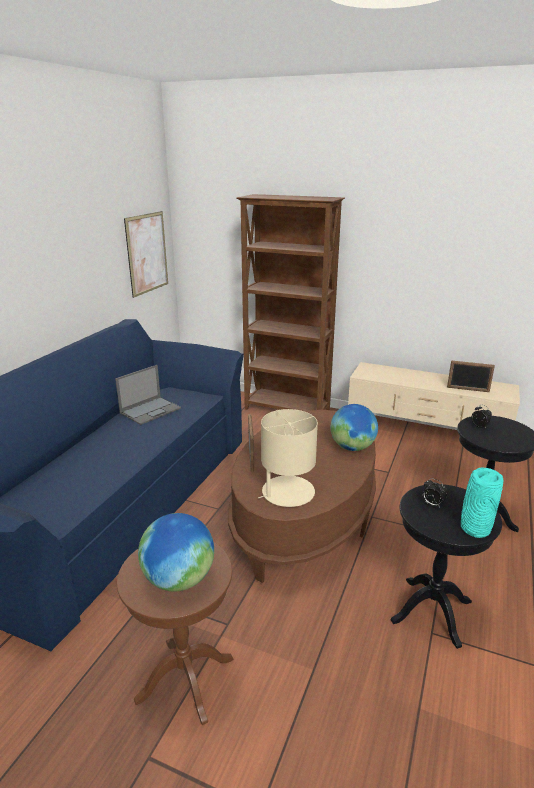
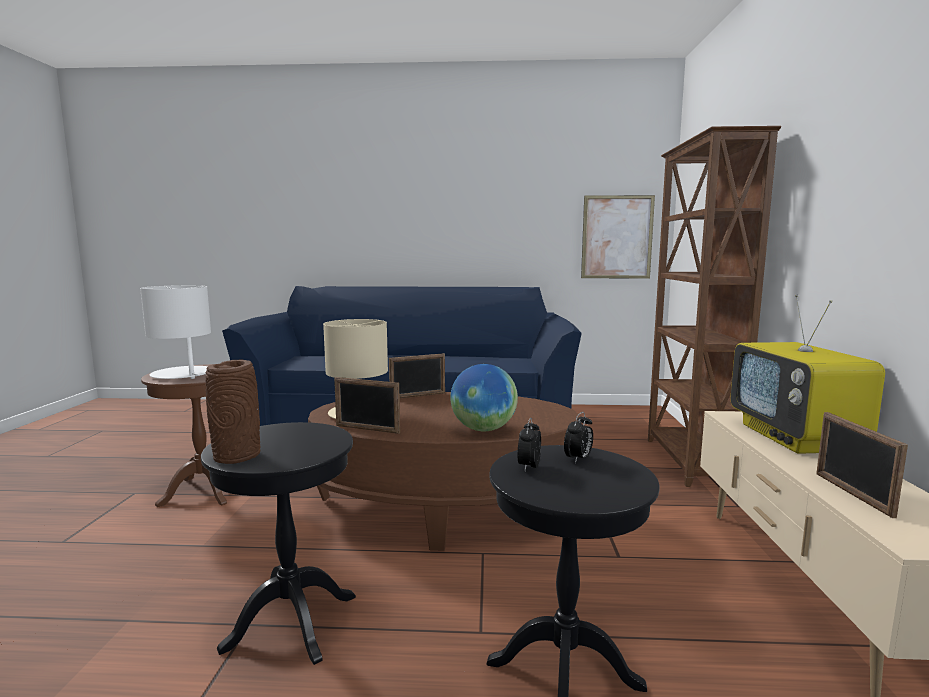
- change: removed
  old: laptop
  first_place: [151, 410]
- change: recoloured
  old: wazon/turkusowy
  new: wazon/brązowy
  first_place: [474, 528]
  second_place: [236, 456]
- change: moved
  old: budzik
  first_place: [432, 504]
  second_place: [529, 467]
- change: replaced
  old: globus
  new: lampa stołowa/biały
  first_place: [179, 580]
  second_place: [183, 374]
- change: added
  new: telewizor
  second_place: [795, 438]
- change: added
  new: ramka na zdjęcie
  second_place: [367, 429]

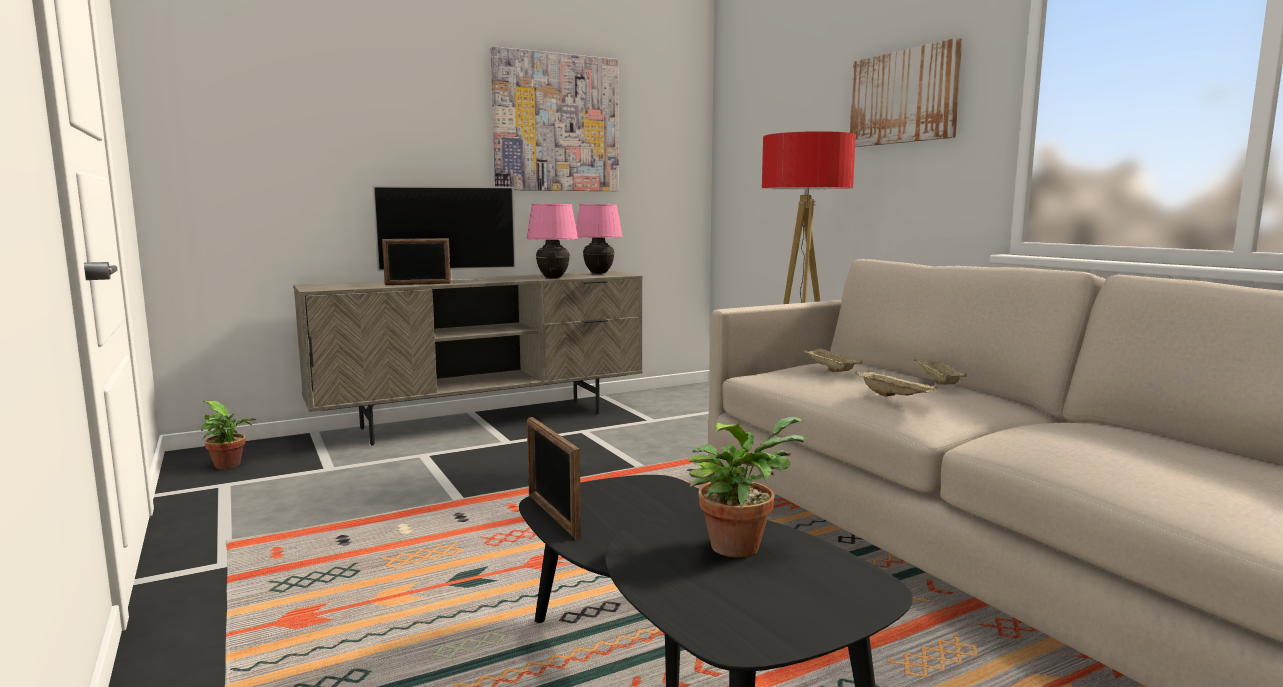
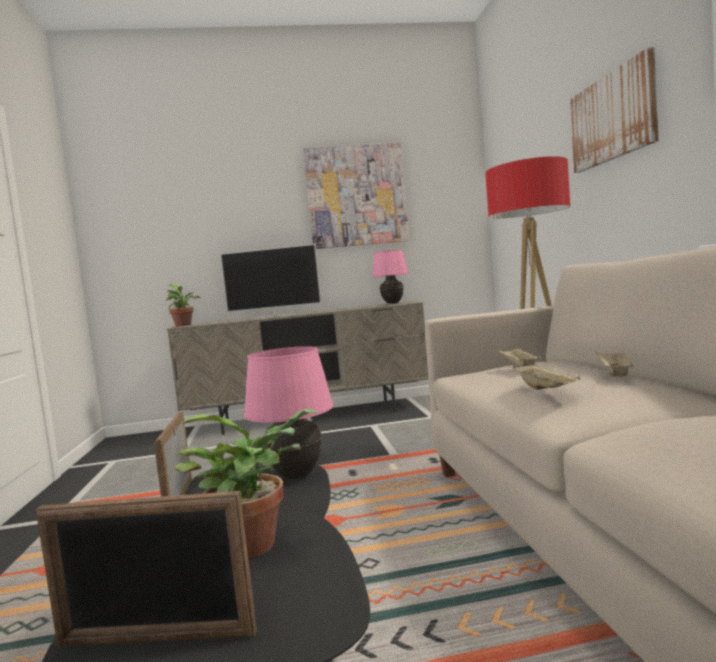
- change: moved
  old: lampa stołowa/różowy
  first_place: [553, 278]
  second_place: [297, 475]
- change: moved
  old: ramka na zdjęcie
  first_place: [418, 284]
  second_place: [156, 639]
- change: moved
  old: roślina doniczkowa
  first_place: [230, 465]
  second_place: [184, 325]

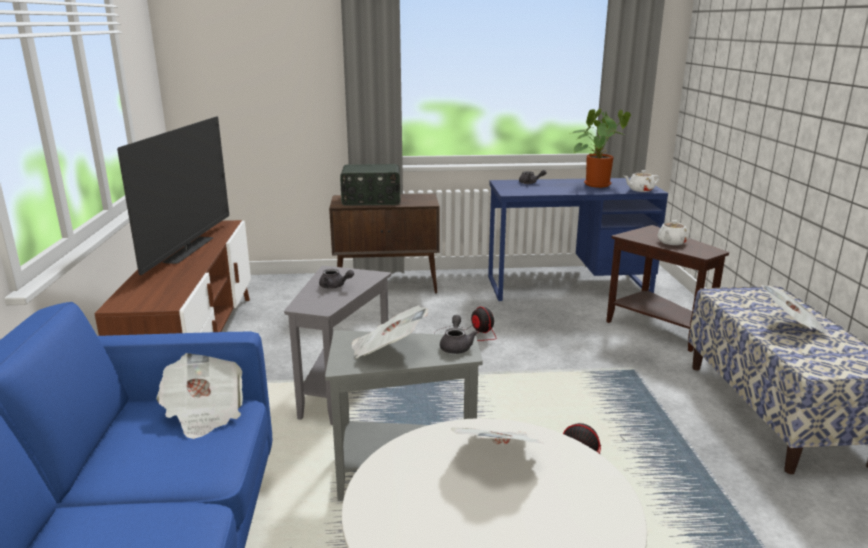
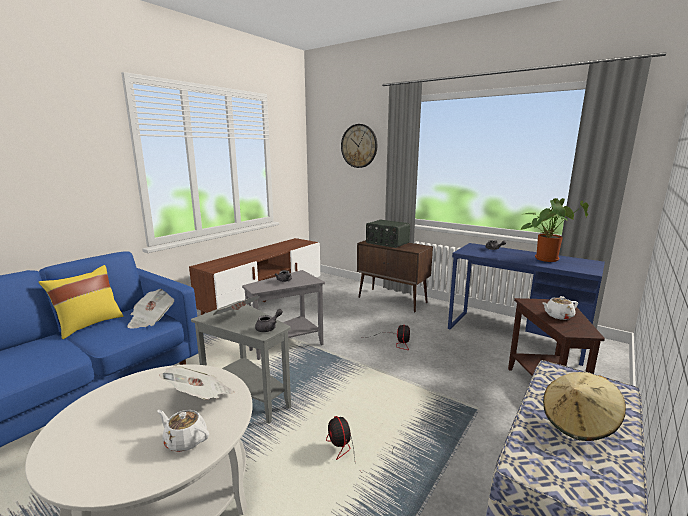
- change: removed
  old: telewizor
  first_place: [189, 250]
- change: moved
  old: imbryk/biały
  first_place: [640, 190]
  second_place: [185, 440]
- change: replaced
  old: gazeta
  new: kapelusz/beżowy
  first_place: [792, 326]
  second_place: [578, 423]
- change: added
  new: zegar ścienny
  second_place: [359, 146]
- change: added
  new: poduszka/żółty
  second_place: [89, 325]

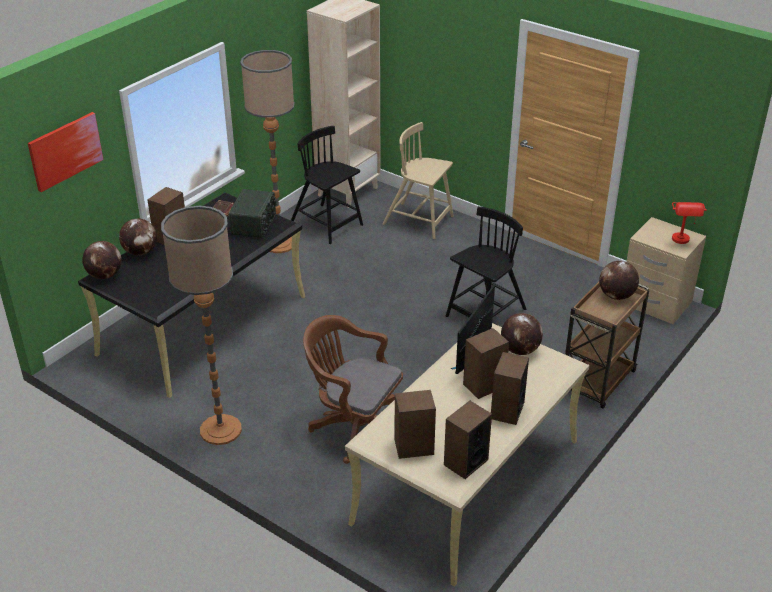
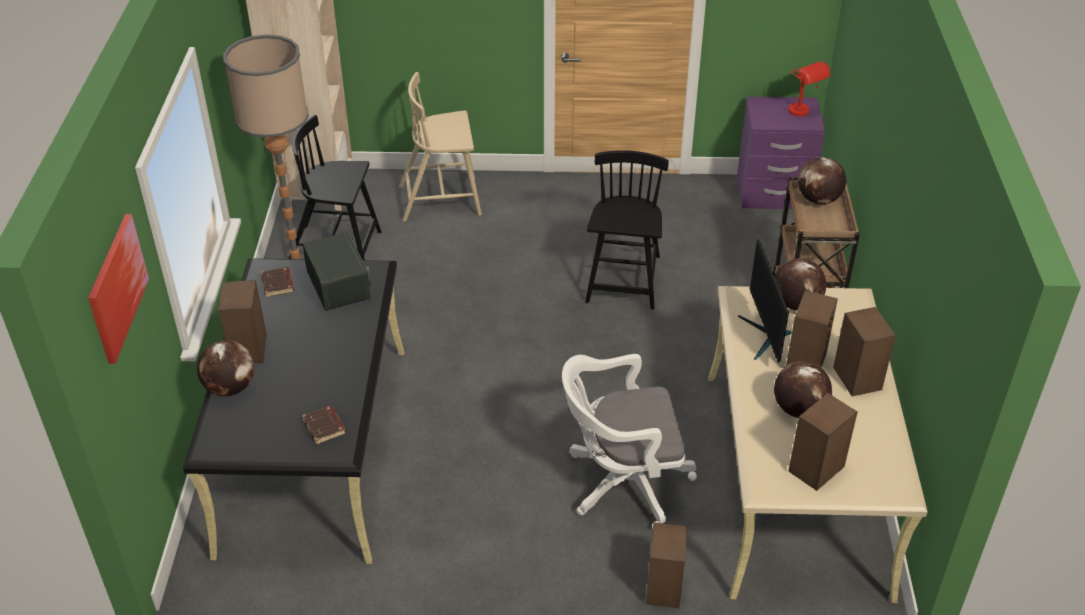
- change: removed
  old: lampa stojąca
  first_place: [220, 430]
- change: recoloured
  old: szafka nocna/beżowy
  new: szafka nocna/fioletowy
  first_place: [655, 303]
  second_place: [773, 193]
- change: moved
  old: globus
  first_place: [105, 275]
  second_place: [798, 409]
- change: recoloured
  old: krzesło biurowe/brązowy
  new: krzesło biurowe/biały
  first_place: [354, 427]
  second_place: [621, 483]
- change: moved
  old: głośnik
  first_place: [465, 462]
  second_place: [663, 588]
- change: added
  new: książka/brązowy
  second_place: [325, 427]

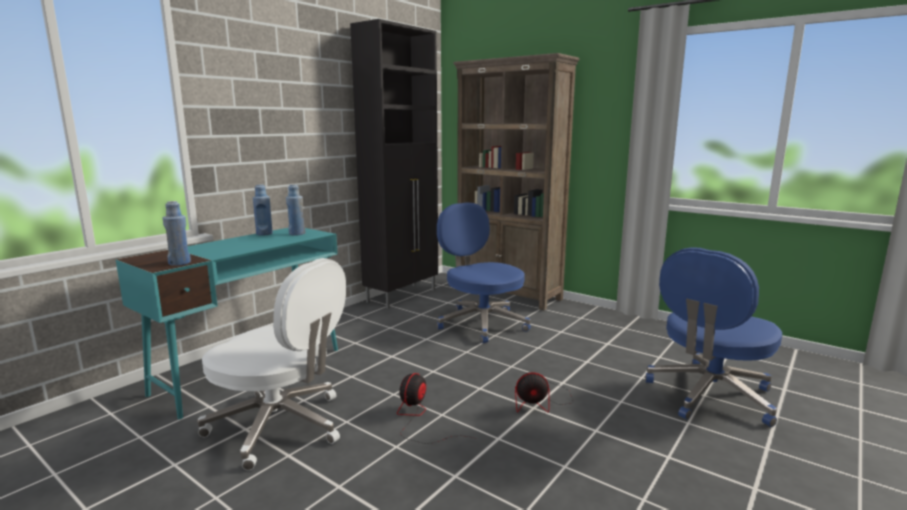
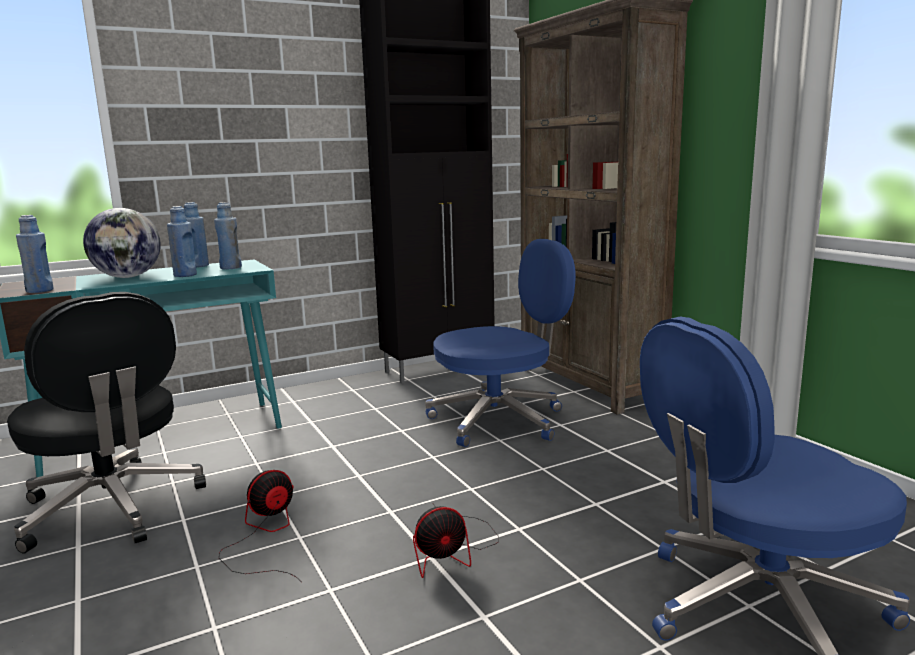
- change: turned
  old: krzesło biurowe/niebieski
  first_place: [481, 323]
  second_place: [500, 420]
  degrees: 75
- change: recoloured
  old: krzesło biurowe/biały
  new: krzesło biurowe/czarny
  first_place: [280, 426]
  second_place: [113, 508]
- change: turned
  old: wentylator
  first_place: [541, 401]
  second_place: [452, 550]
  degrees: -45
- change: added
  new: butelka/niebieski
  second_place: [185, 275]
- change: added
  new: globus
  second_place: [128, 277]

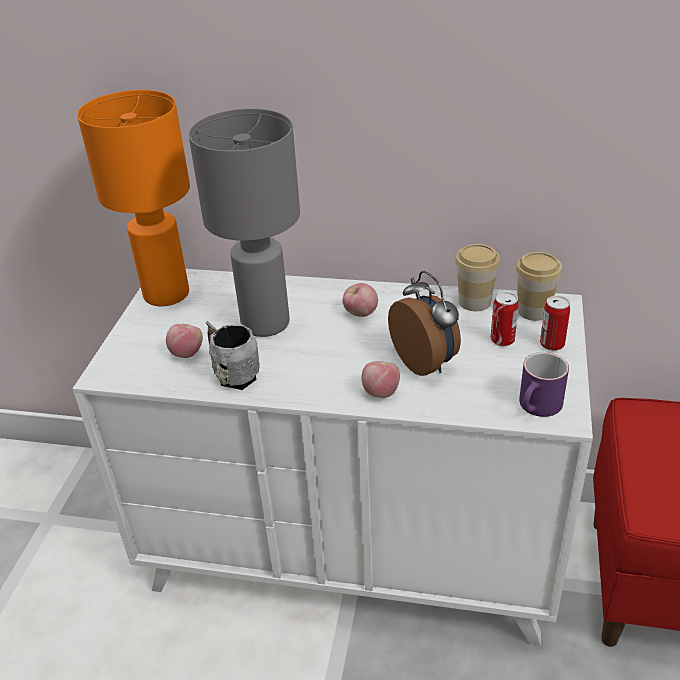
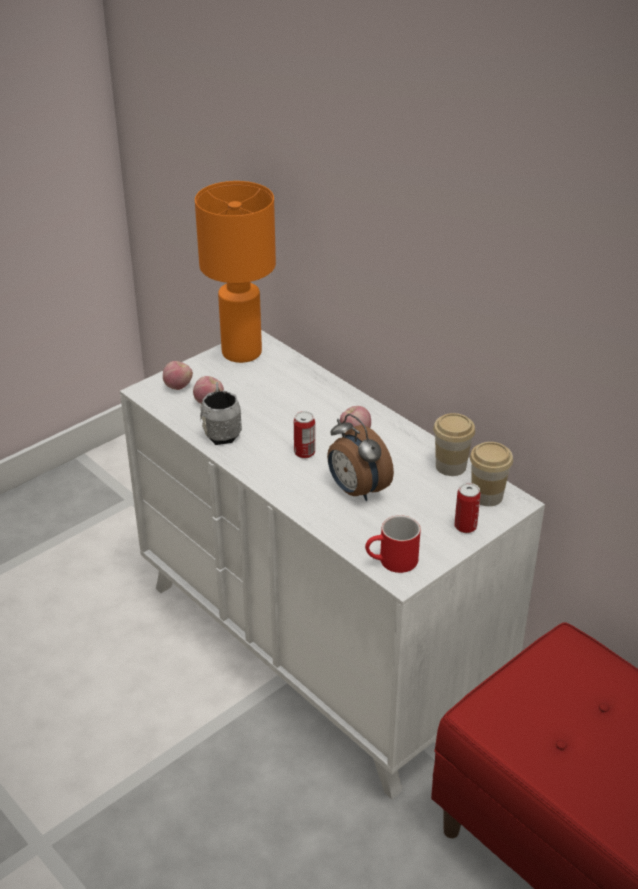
- change: removed
  old: lampa stołowa/szary
  first_place: [264, 322]
- change: turned
  old: budzik
  first_place: [426, 362]
  second_place: [356, 490]
  degrees: 135
- change: moved
  old: puszka
  first_place: [502, 340]
  second_place: [304, 452]
- change: recoloured
  old: kubek/fioletowy
  new: kubek/czerwony
  first_place: [538, 408]
  second_place: [392, 562]
- change: moved
  old: jabłko
  first_place: [381, 392]
  second_place: [178, 386]

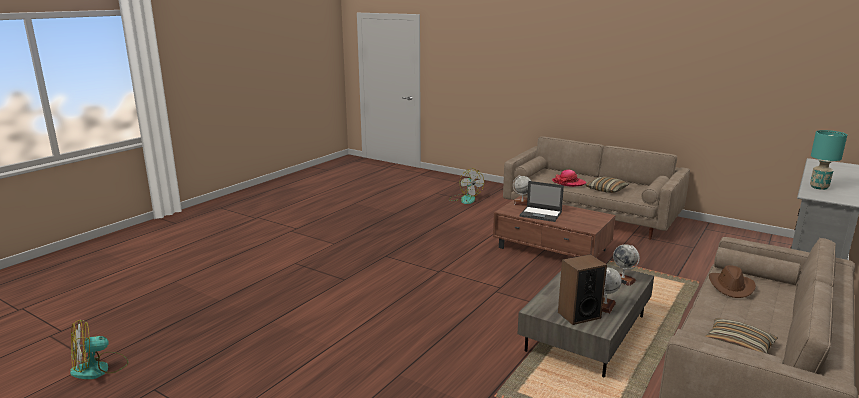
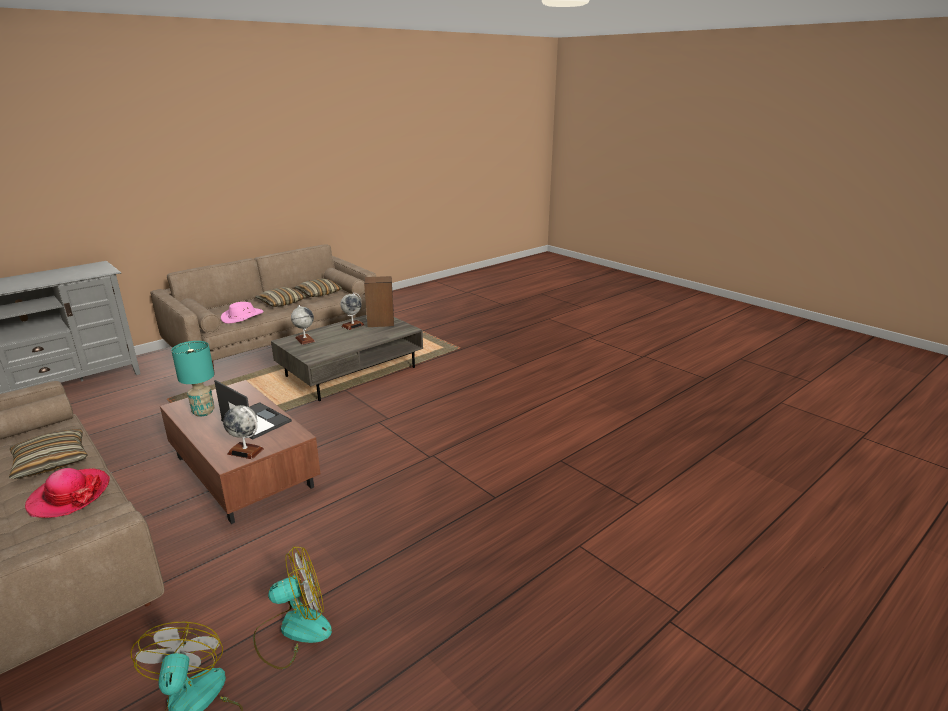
- change: moved
  old: lampa stołowa/turkusowy
  first_place: [819, 187]
  second_place: [203, 412]
- change: recoloured
  old: kapelusz/brązowy
  new: kapelusz/różowy
  first_place: [731, 286]
  second_place: [242, 317]
- change: moved
  old: wentylator
  first_place: [99, 368]
  second_place: [293, 630]
- change: added
  new: poduszka
  second_place: [281, 303]

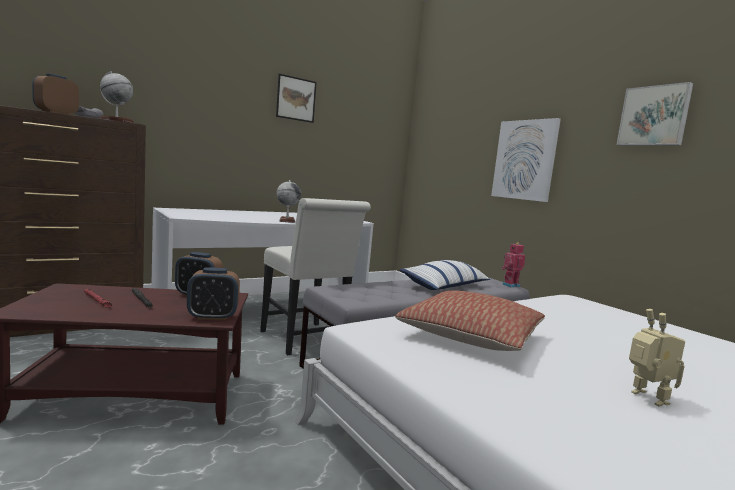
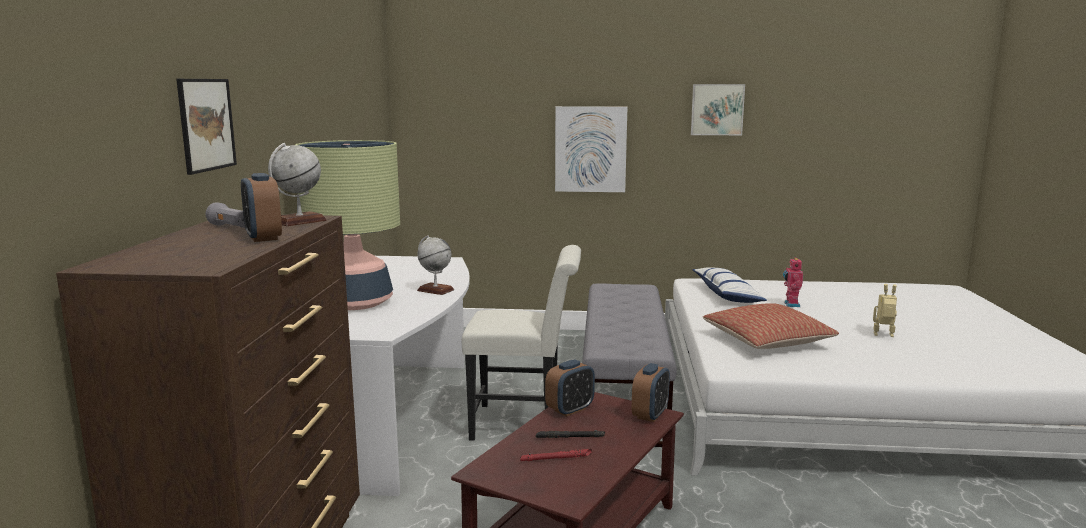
- change: moved
  old: obraz
  first_place: [296, 99]
  second_place: [206, 124]
- change: moved
  old: robot zabawkowy
  first_place: [510, 285]
  second_place: [790, 304]
- change: moved
  old: poduszka
  first_place: [445, 285]
  second_place: [727, 295]
- change: added
  new: lampa stołowa
  second_place: [356, 302]

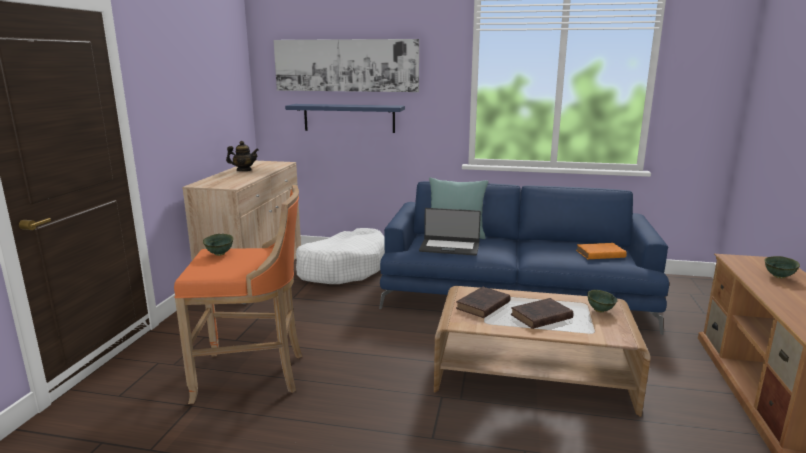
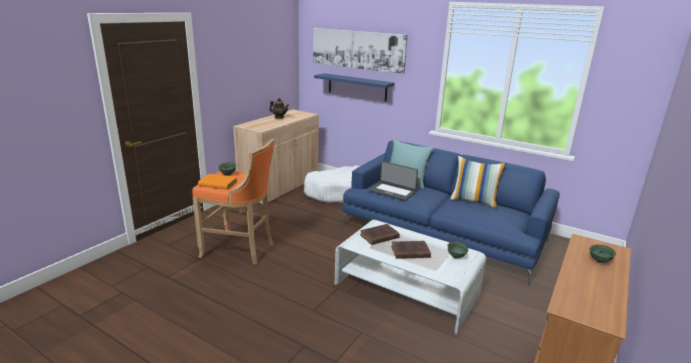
- change: moved
  old: książka/pomarańczowy
  first_place: [599, 254]
  second_place: [217, 184]
- change: recoloured
  old: ława/brązowy
  new: ława/biały
  first_place: [532, 374]
  second_place: [406, 289]
- change: added
  new: poduszka
  second_place: [474, 201]

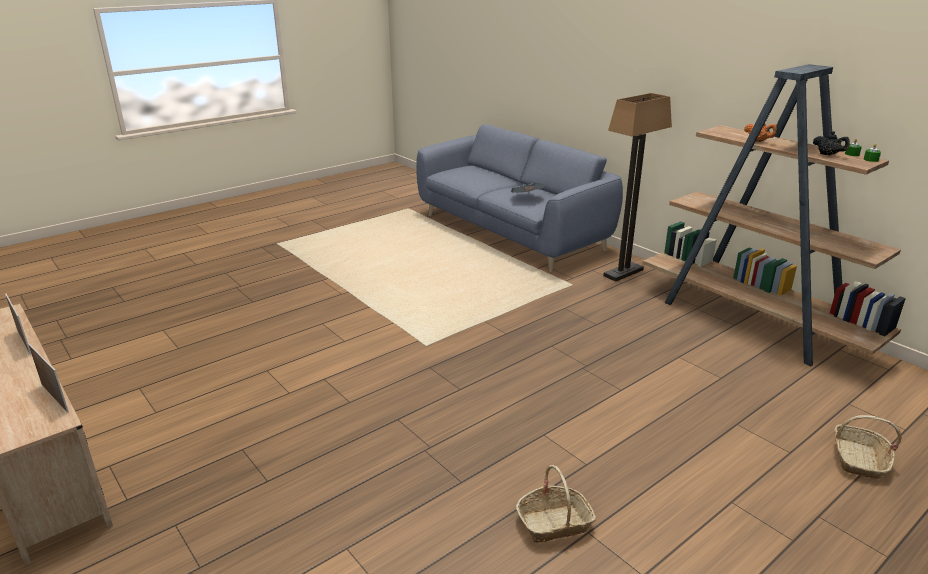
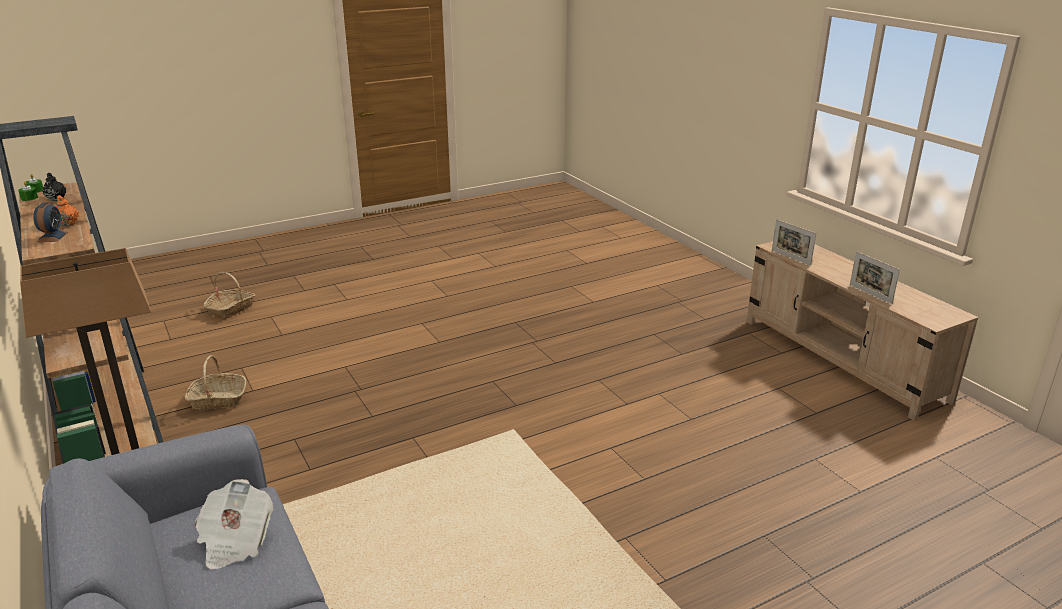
- change: moved
  old: koszyk
  first_place: [554, 523]
  second_place: [218, 400]
- change: added
  new: budzik
  second_place: [52, 237]

